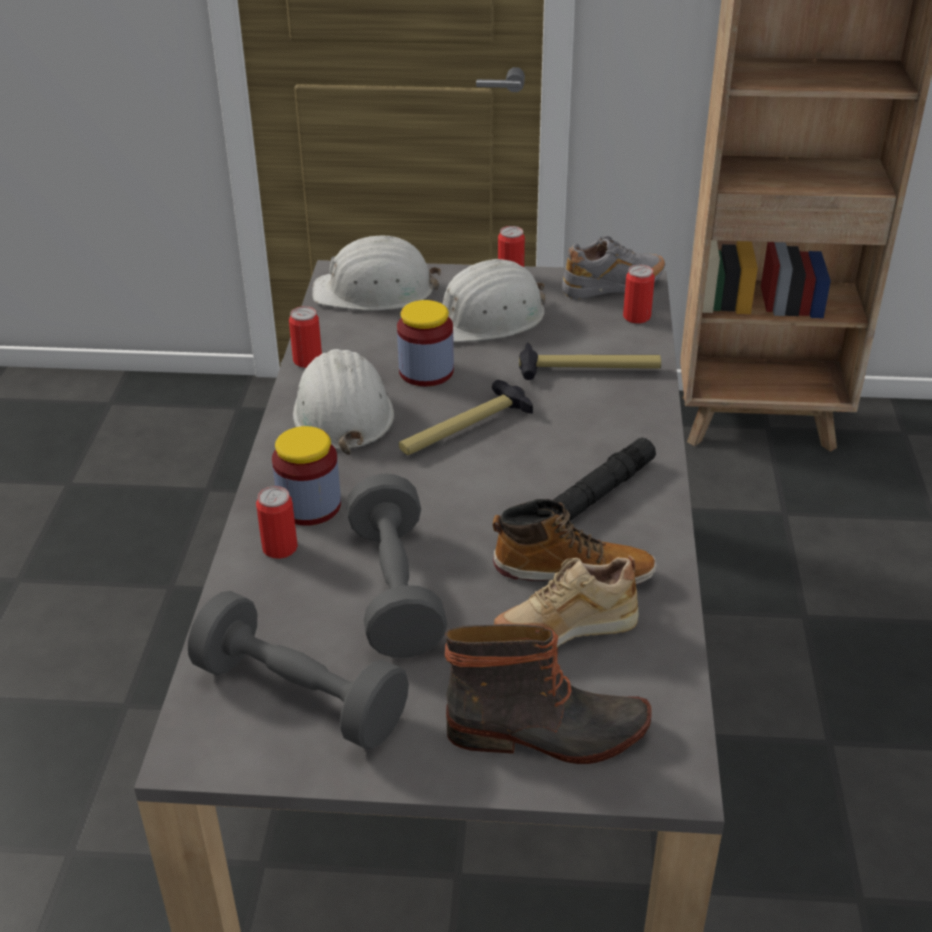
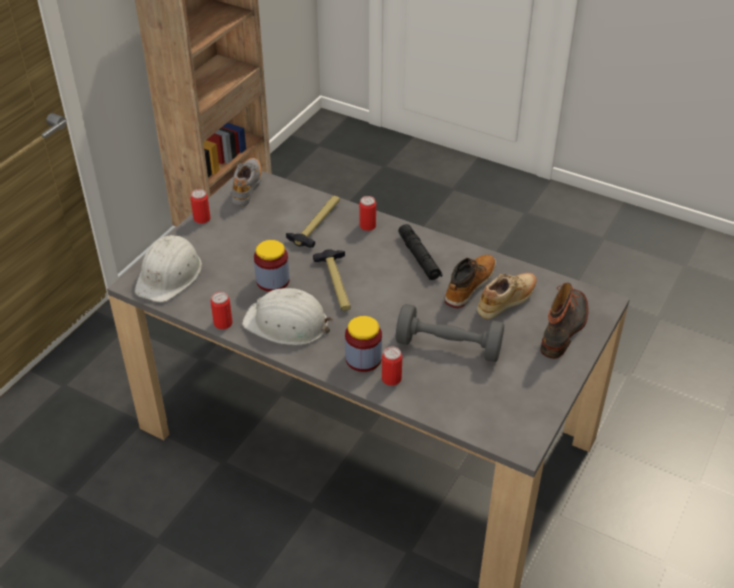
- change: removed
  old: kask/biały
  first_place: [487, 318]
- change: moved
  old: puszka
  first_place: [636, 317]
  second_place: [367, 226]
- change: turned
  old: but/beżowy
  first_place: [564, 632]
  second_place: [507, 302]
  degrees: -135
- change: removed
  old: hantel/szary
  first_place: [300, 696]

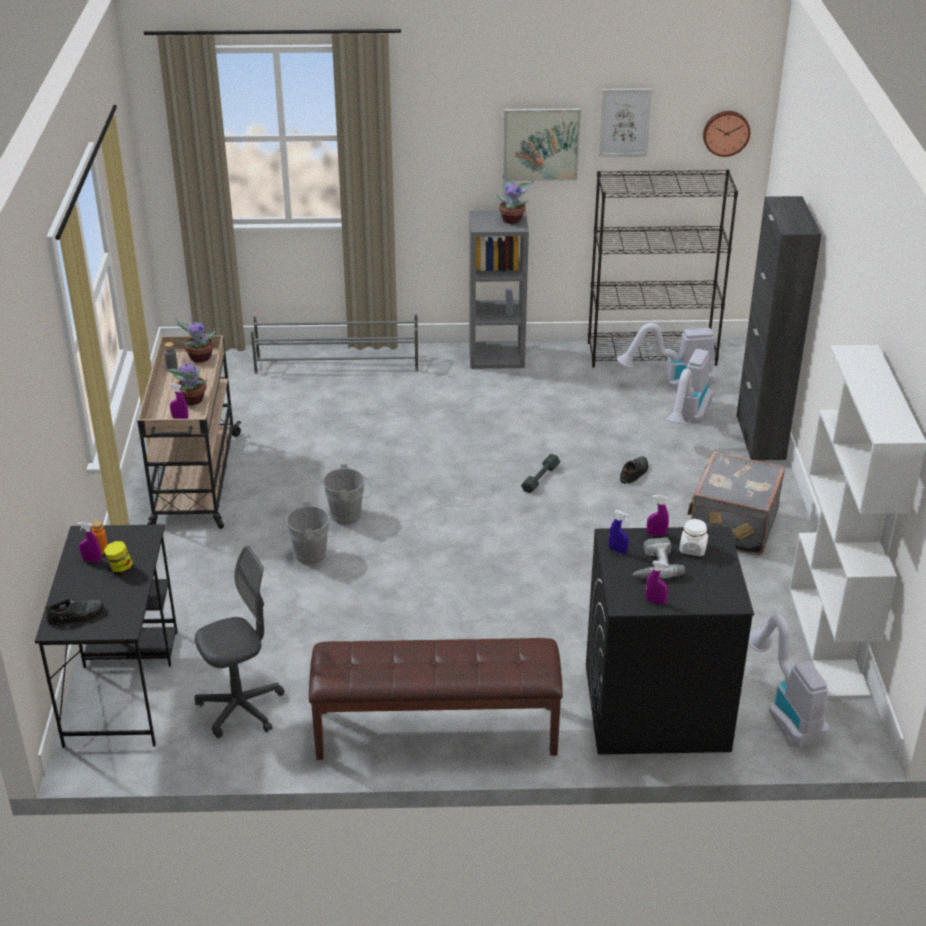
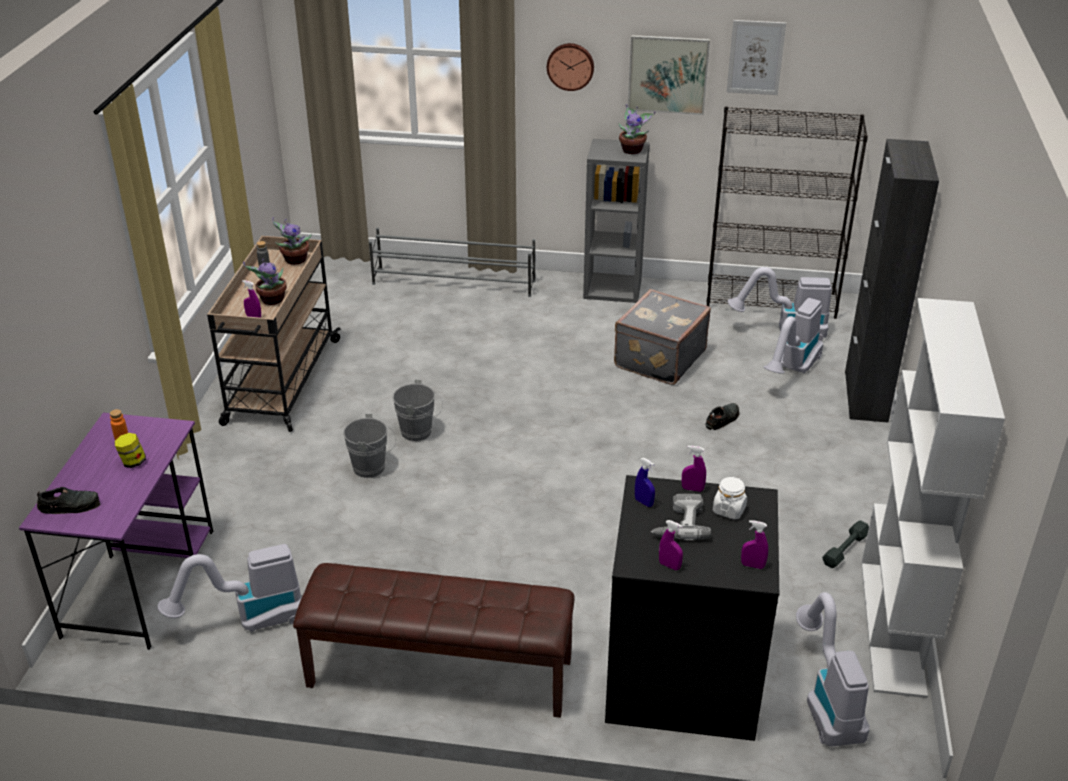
- change: moved
  old: zegar ścienny
  first_place: [726, 132]
  second_place: [570, 66]
- change: moved
  old: walizka/szary
  first_place: [731, 526]
  second_place: [658, 359]
- change: moved
  old: hantel/szary
  first_place: [540, 478]
  second_place: [845, 549]
- change: moved
  old: spryskiwacz/fioletowy
  first_place: [92, 560]
  second_place: [752, 565]
- change: recoloured
  old: biurko/czarny
  new: biurko/fioletowy
  first_place: [122, 685]
  second_place: [140, 581]
- change: replaced
  old: krzesło biurowe/szary
  new: odkurzacz
  first_place: [241, 708]
  second_place: [248, 620]

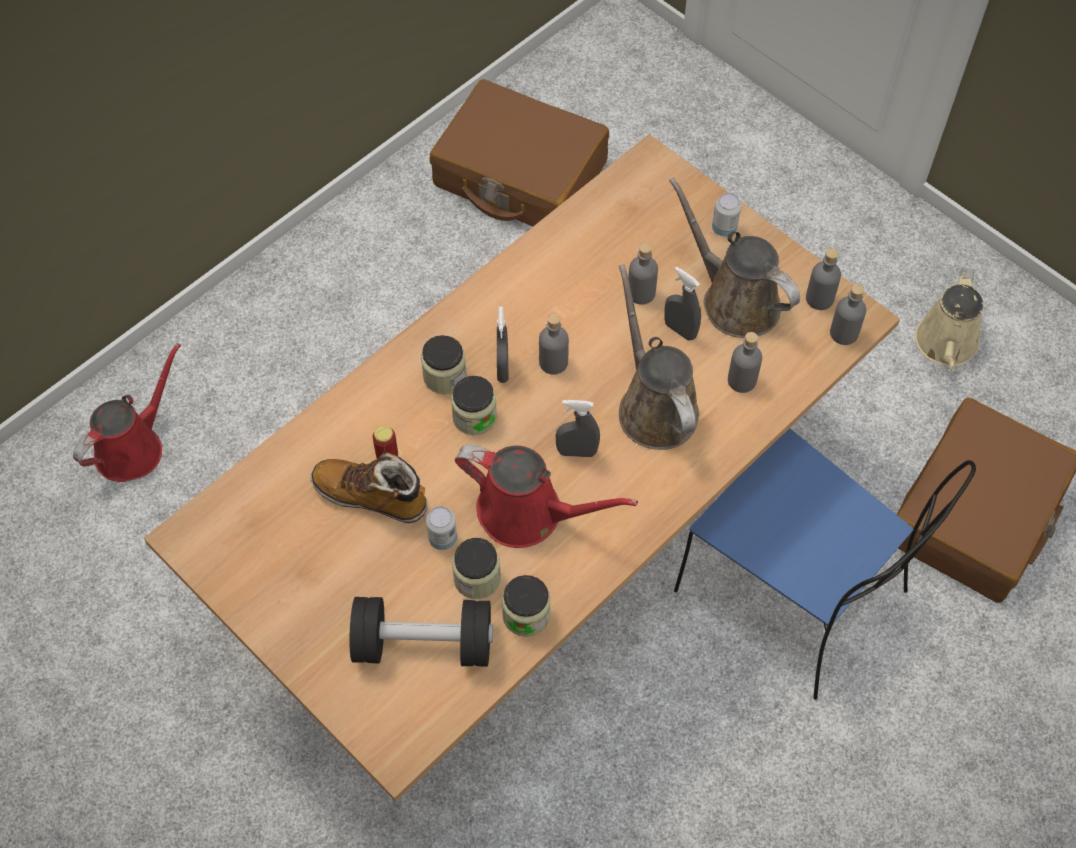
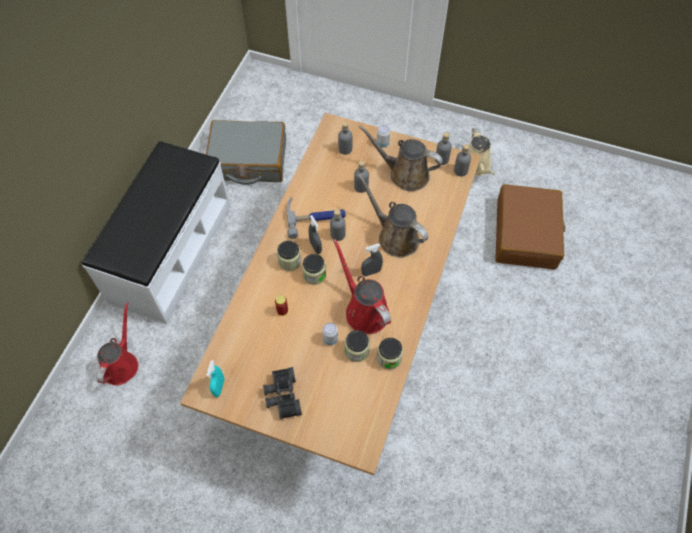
- change: recoloured
  old: walizka/brązowy
  new: walizka/szary
  first_place: [519, 175]
  second_place: [248, 160]
- change: removed
  old: spryskiwacz/szary
  first_place: [680, 330]
- change: moved
  old: butelka/szary
  first_place: [742, 380]
  second_place: [345, 149]
- change: removed
  old: krzesło/niebieski
  first_place: [796, 594]
- change: turned
  old: konewka/czerwony
  first_place: [528, 513]
  second_place: [364, 310]
  degrees: -120
- change: removed
  old: but z cholewką
  first_place: [371, 496]
- change: removed
  old: hantel/czarny
  first_place: [423, 643]
- change: added
  new: ławka/biały
  second_place: [170, 253]
- change: added
  new: młotek
  second_place: [315, 217]
- change: added
  new: spryskiwacz/turkusowy
  second_place: [219, 387]
- change: added
  new: lornetka/czarny
  second_place: [282, 396]

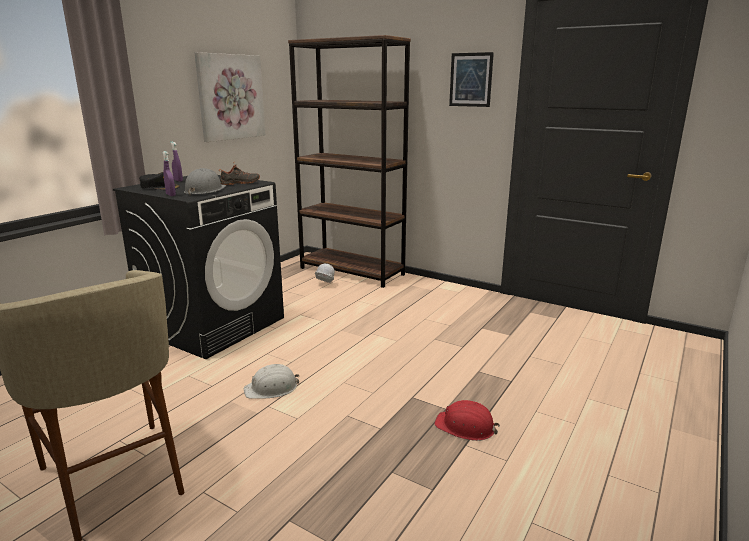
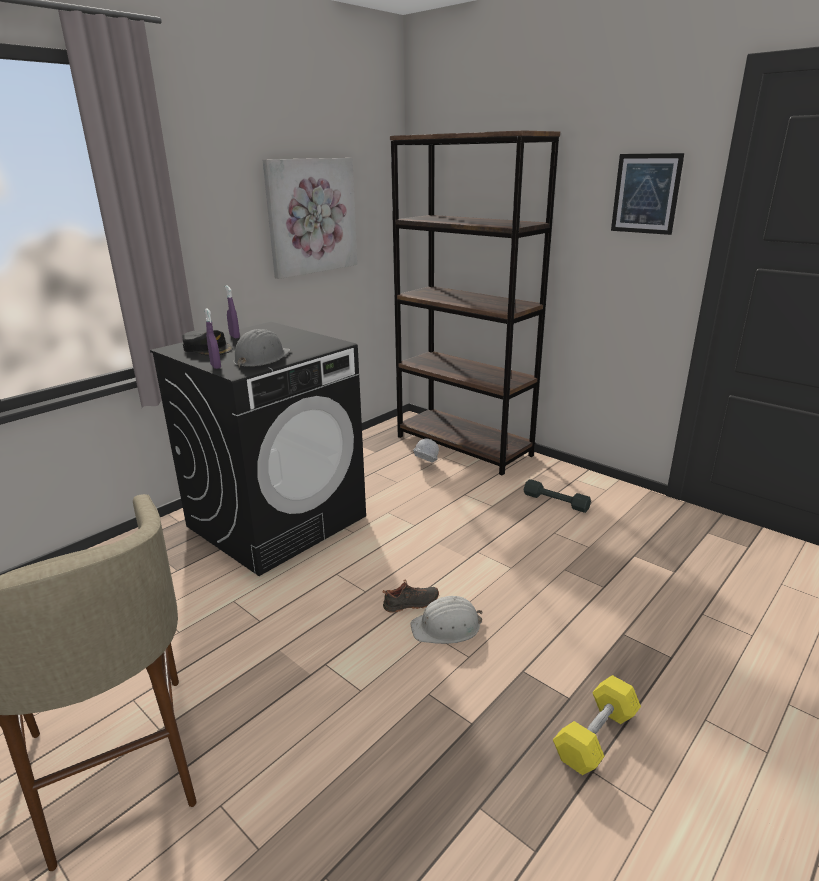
- change: moved
  old: but/czarny
  first_place: [240, 183]
  second_place: [411, 604]
- change: moved
  old: kask/biały
  first_place: [272, 388]
  second_place: [447, 627]
- change: replaced
  old: kask/czerwony
  new: hantel/żółty
  first_place: [465, 427]
  second_place: [595, 736]
- change: added
  new: hantel/szary
  second_place: [556, 501]

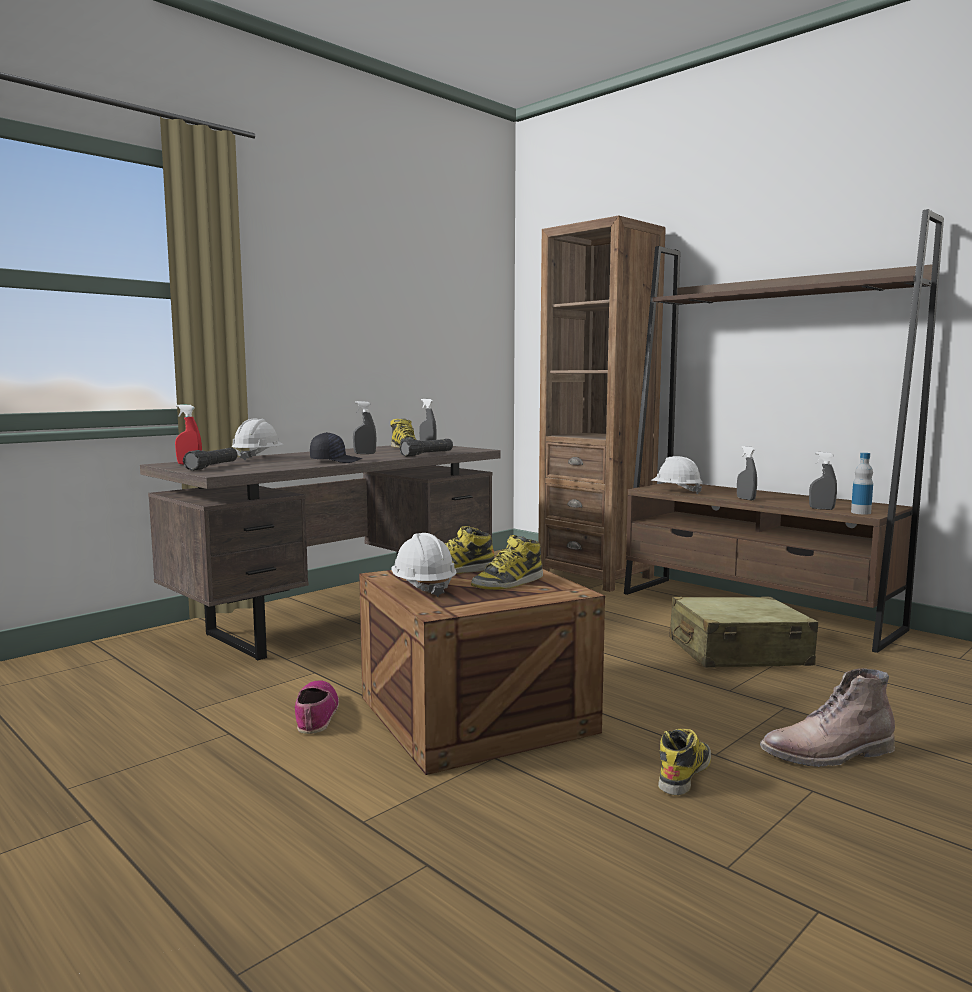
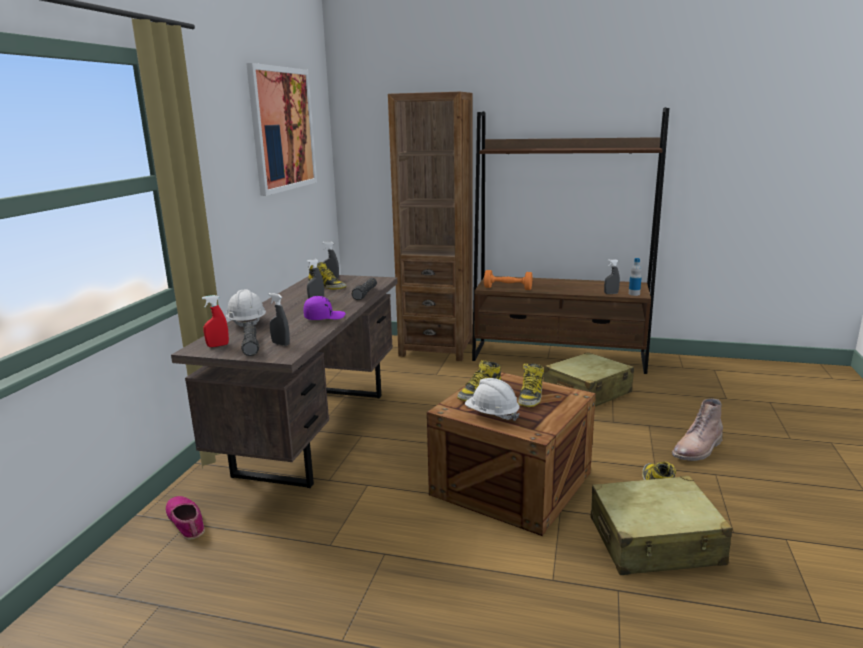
- change: recoloured
  old: czapka z daszkiem/czarny
  new: czapka z daszkiem/fioletowy
  first_place: [335, 461]
  second_place: [324, 317]
- change: moved
  old: spryskiwacz/szary
  first_place: [746, 499]
  second_place: [280, 344]
- change: replaced
  old: kask/biały
  new: hantel/pomarańczowy
  first_place: [676, 491]
  second_place: [508, 288]
- change: moved
  old: but
  first_place: [316, 714]
  second_place: [186, 522]
- change: added
  new: obraz
  second_place: [283, 129]
- change: added
  new: walizka/beżowy
  second_place: [655, 542]

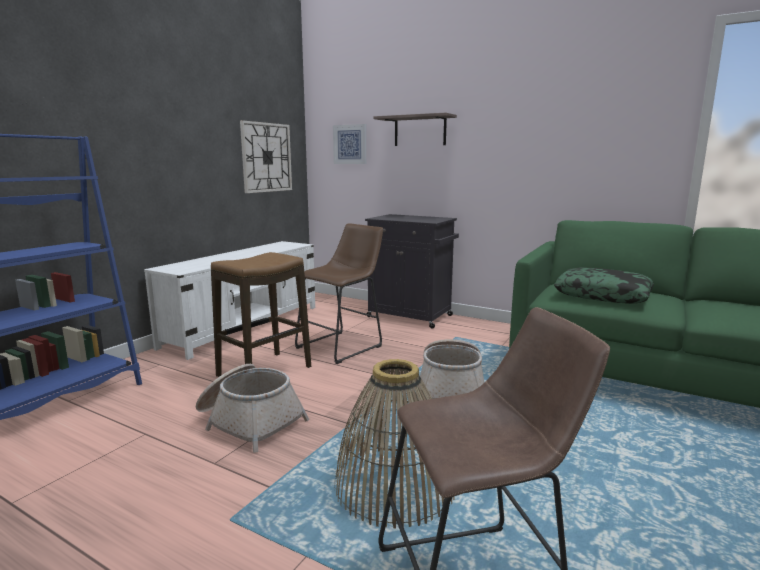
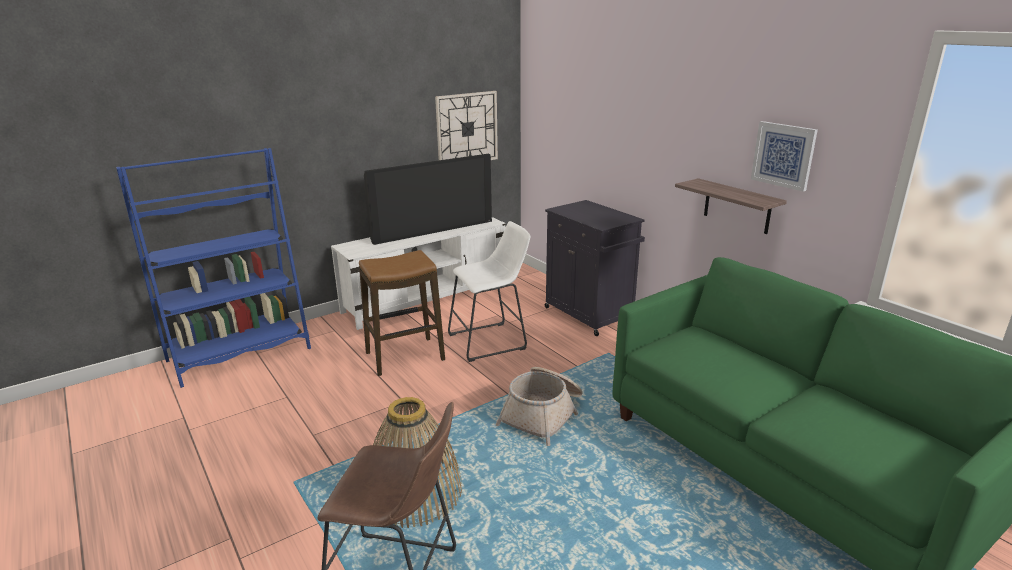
- change: moved
  old: półka
  first_place: [420, 131]
  second_place: [737, 206]
- change: moved
  old: obraz
  first_place: [350, 144]
  second_place: [783, 155]
- change: recoloured
  old: stołek/brązowy
  new: stołek/biały
  first_place: [343, 346]
  second_place: [491, 341]
- change: removed
  old: poduszka
  first_place: [603, 295]
- change: removed
  old: koszyk
  first_place: [249, 421]
- change: added
  new: telewizor
  second_place: [432, 230]

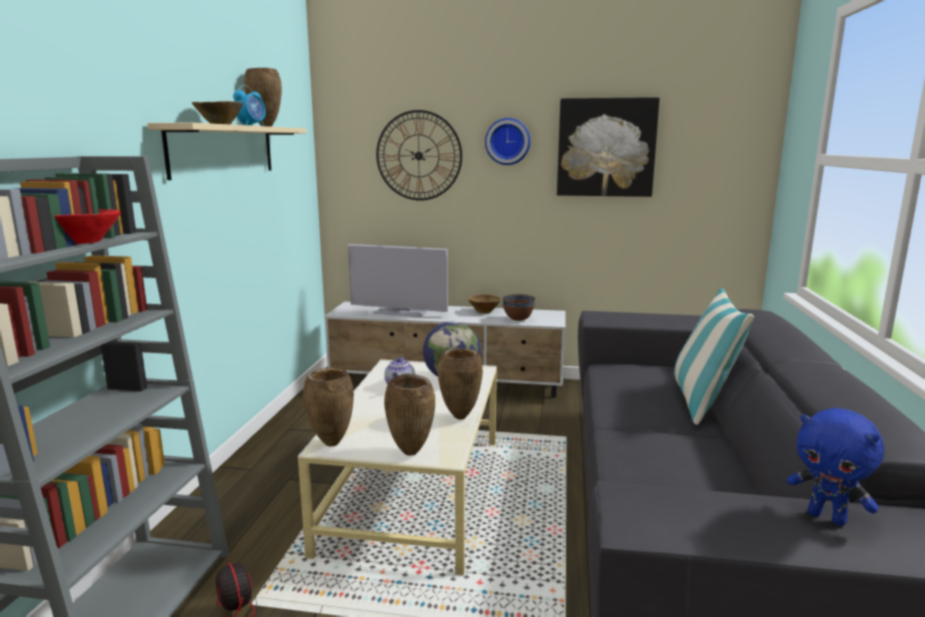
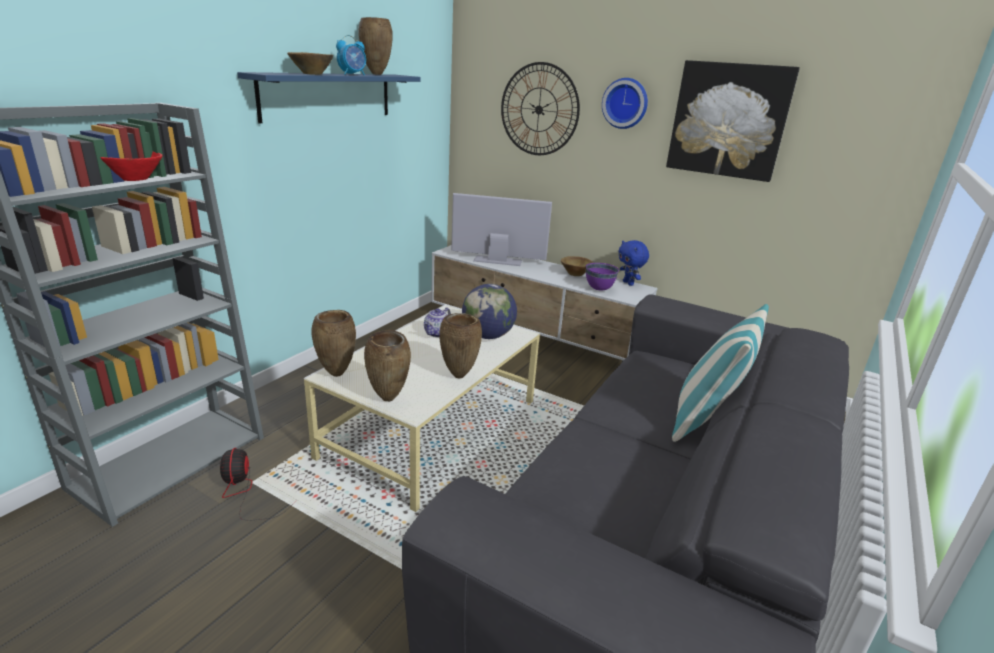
- change: recoloured
  old: półka/beżowy
  new: półka/niebieski
  first_place: [223, 150]
  second_place: [328, 96]
- change: turned
  old: telewizor
  first_place: [399, 312]
  second_place: [497, 261]
  degrees: 150
- change: recoloured
  old: miska/brązowy
  new: miska/fioletowy
  first_place: [518, 320]
  second_place: [599, 289]
- change: moved
  old: pluszak/niebieski
  first_place: [827, 517]
  second_place: [628, 283]

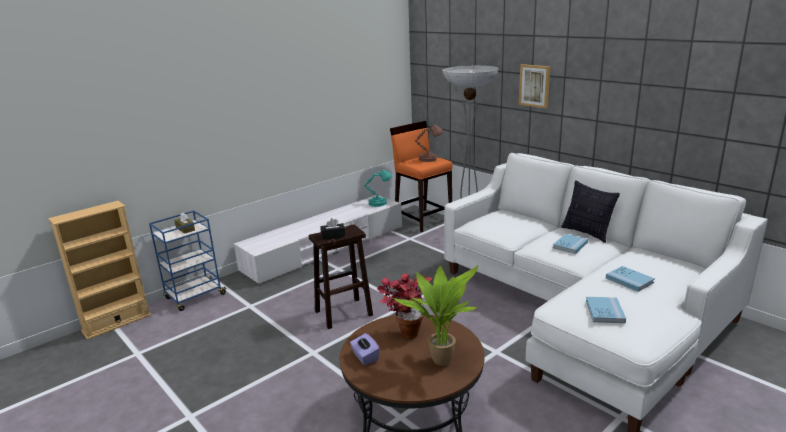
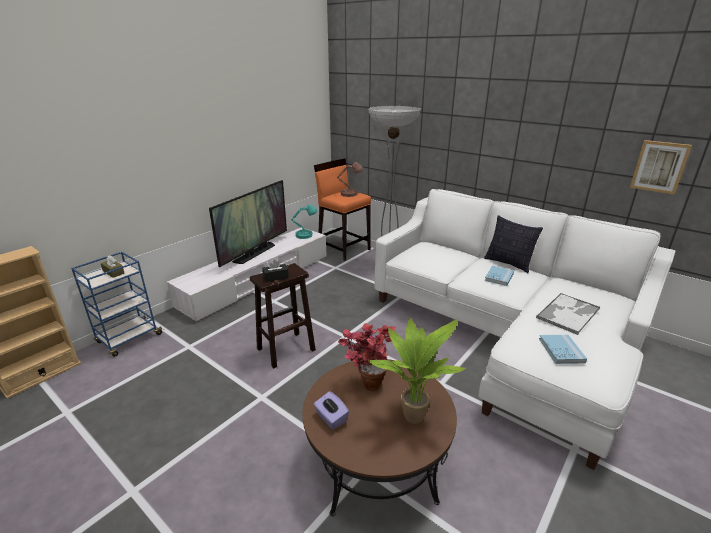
- change: moved
  old: obraz
  first_place: [534, 85]
  second_place: [659, 166]
- change: replaced
  old: książka/niebieski
  new: taca
  first_place: [629, 280]
  second_place: [568, 313]
- change: added
  new: telewizor
  second_place: [255, 253]

